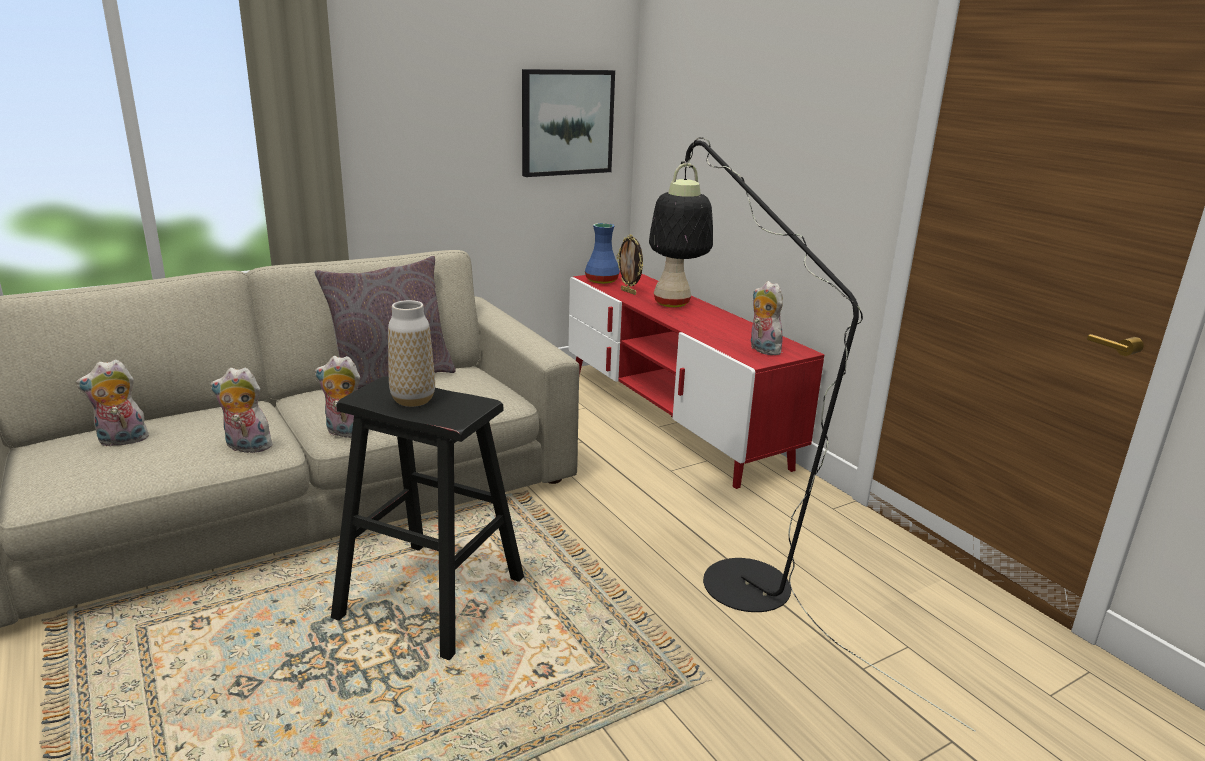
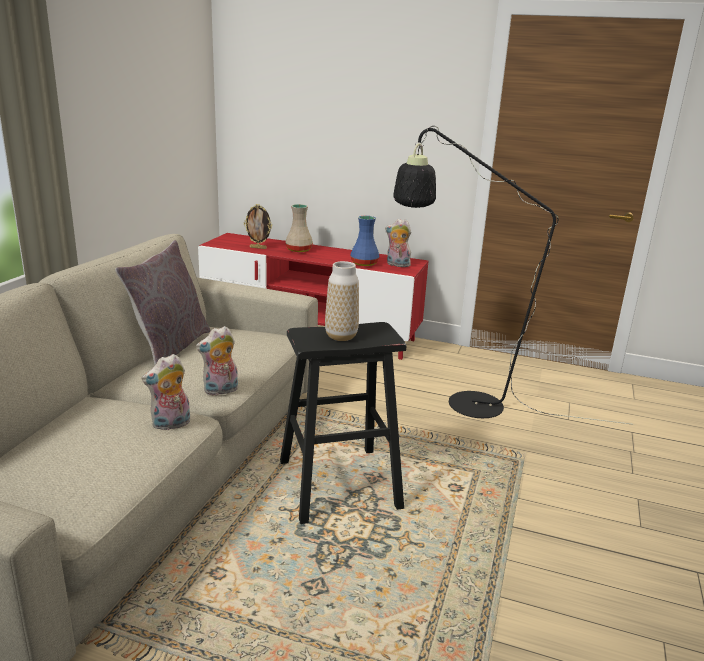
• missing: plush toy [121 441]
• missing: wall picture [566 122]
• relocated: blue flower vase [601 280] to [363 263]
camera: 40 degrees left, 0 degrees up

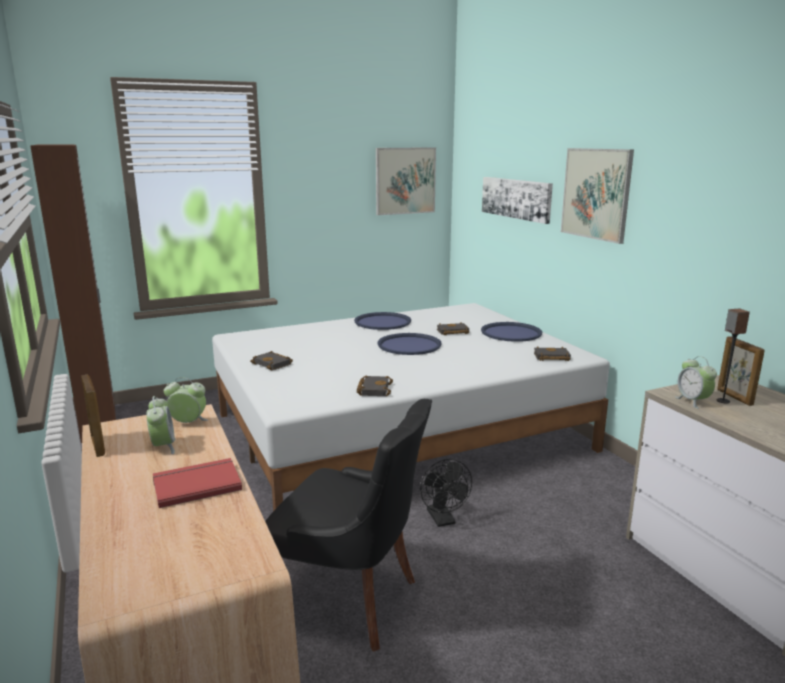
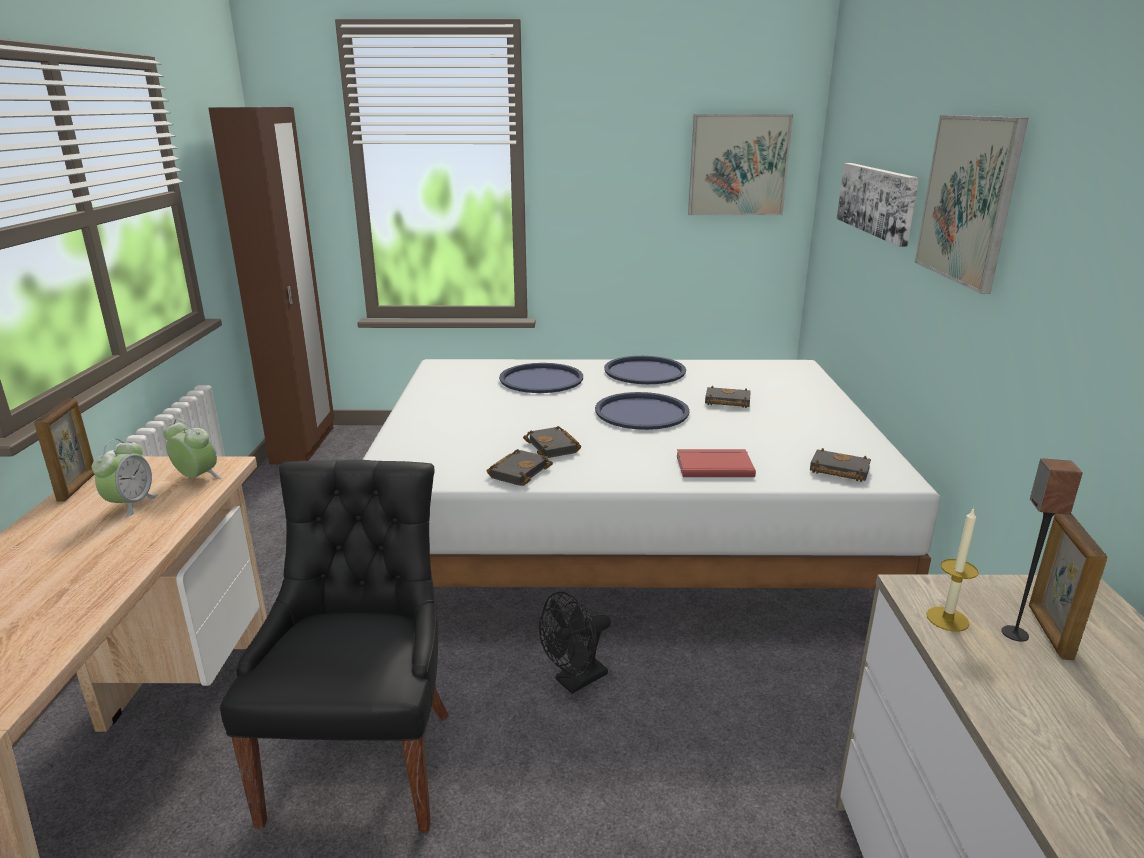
• relocated: red bound book [196 484] to [713 465]
• relocated: black bound book [273 364] to [554 447]
• spun: black chair [352 600] = [365 761] 135 degrees counterclockwise
• spun: black fan [443 520] = [575 681] 45 degrees clockwise
• relocated: blue tray [511 333] to [541 379]
• exchanged: bedside clock [693 401] to candle [947 619]
camera: 25 degrees right, 5 degrees up

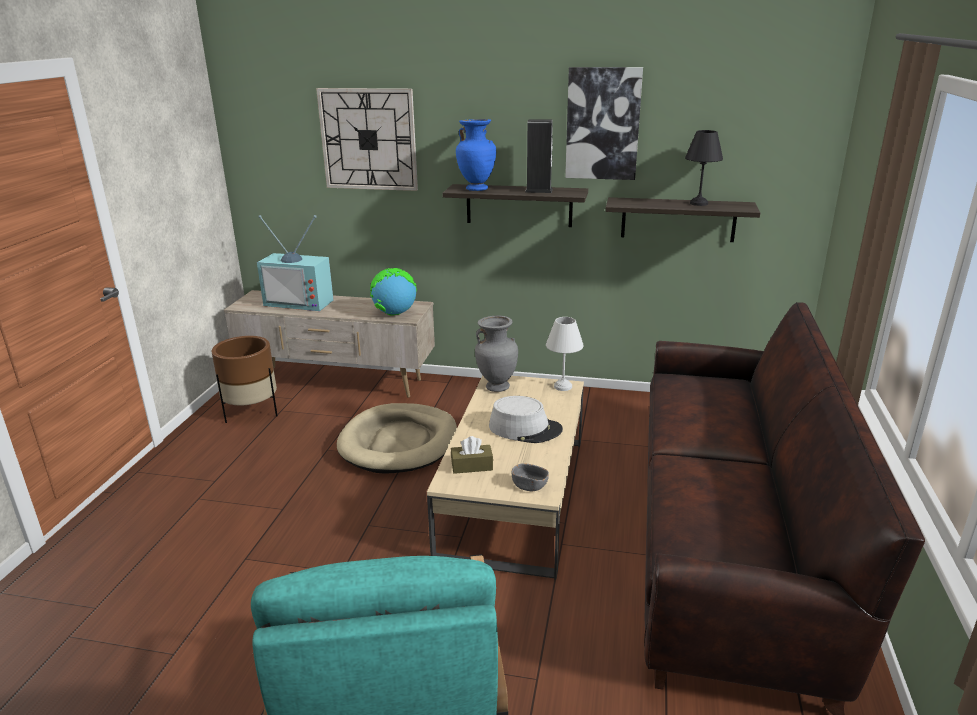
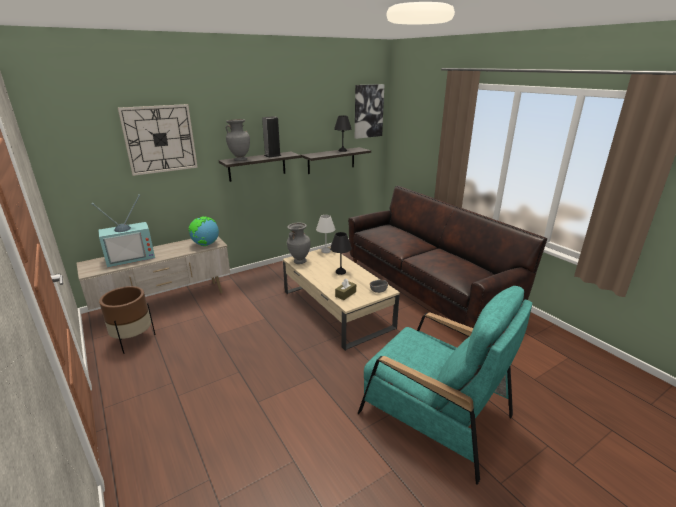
• missing: beige dog cushion [399 442]
• colour: blue flower vase [477 189] to gray flower vase [240 160]
• exchanged: gray wearable hat [525 428] to black table lamp [340 272]
• relocated: wall picture [603 124] to [368 111]
camera: 45 degrees left, 0 degrees up

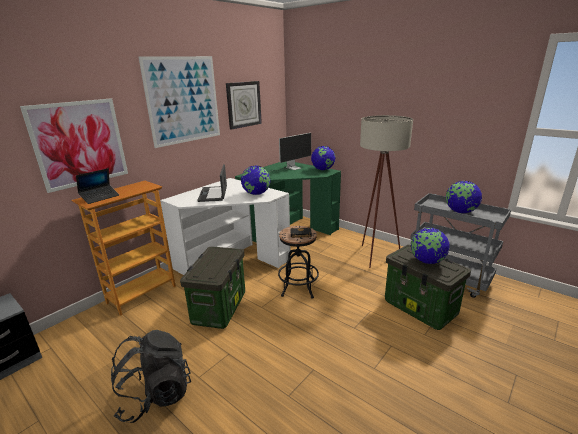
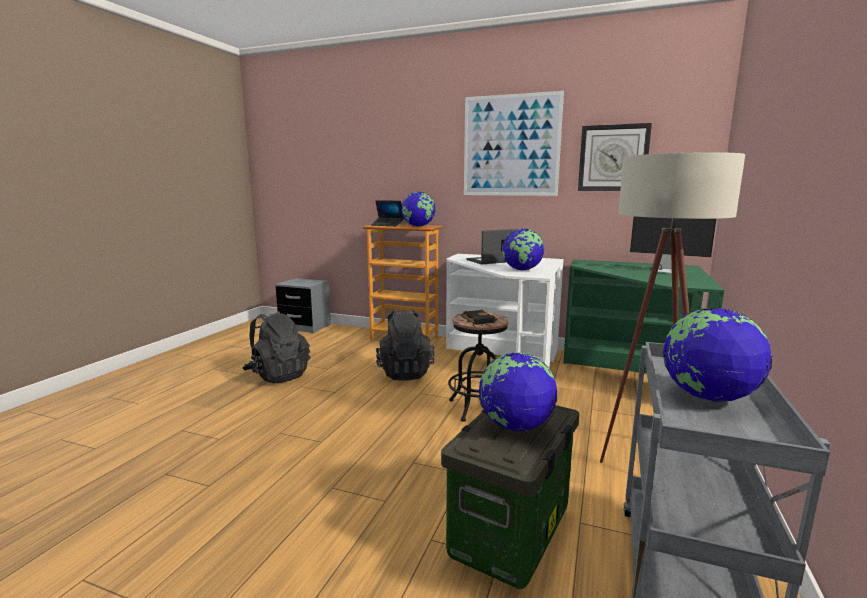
• missing: wall picture [80 143]
• exchanged: storage box [219 307] to black backpack [405 372]
• relocated: globe [323 169] to [418 226]
camera: 70 degrees right, 10 degrees down

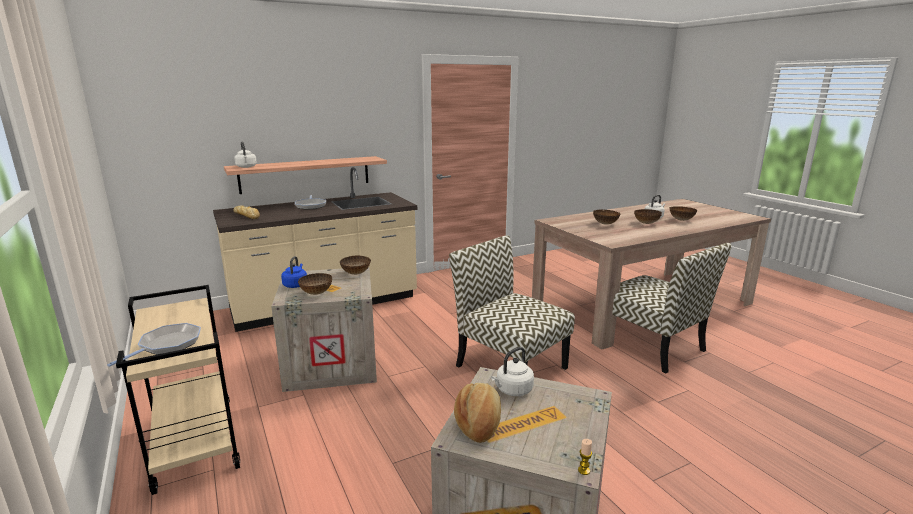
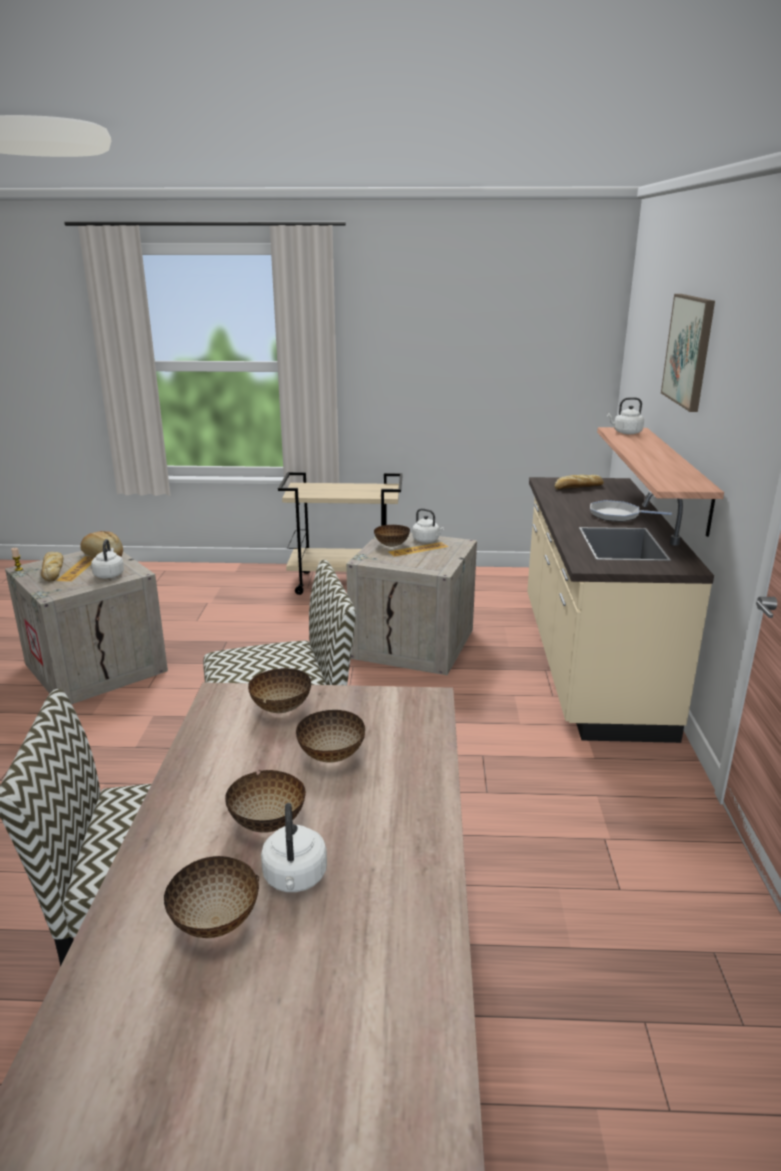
• missing: frying pan [167 345]
• colour: blue kettle [295 285] to whitish kettle [427 540]
• relocated: bowl [355 273] to [281 707]
• appeared: bread [53 570]
• appeared: wall picture [689 351]
camera: 120 degrees right, 5 degrees up

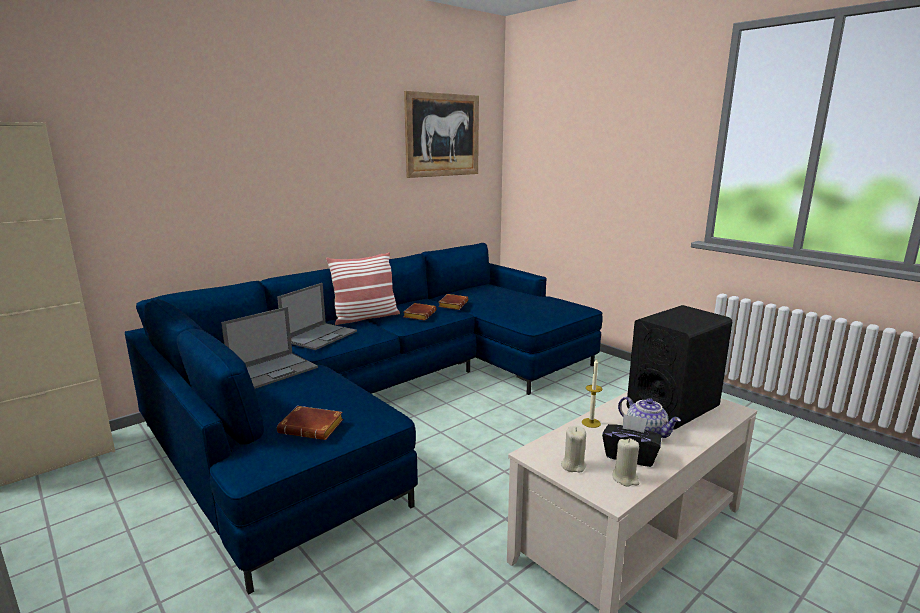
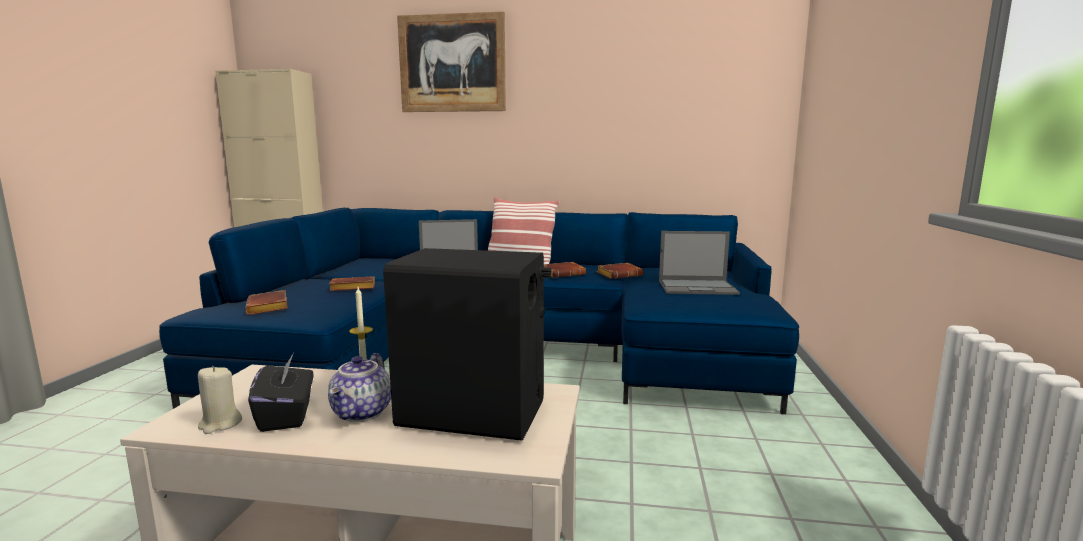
• relocated: laptop [274 370] to [698 287]
• relocated: wall picture [442 135] to [452 63]
• missing: beige candle [573 465]
• appeared: brown bound book [351 288]
camera: 50 degrees right, 5 degrees down

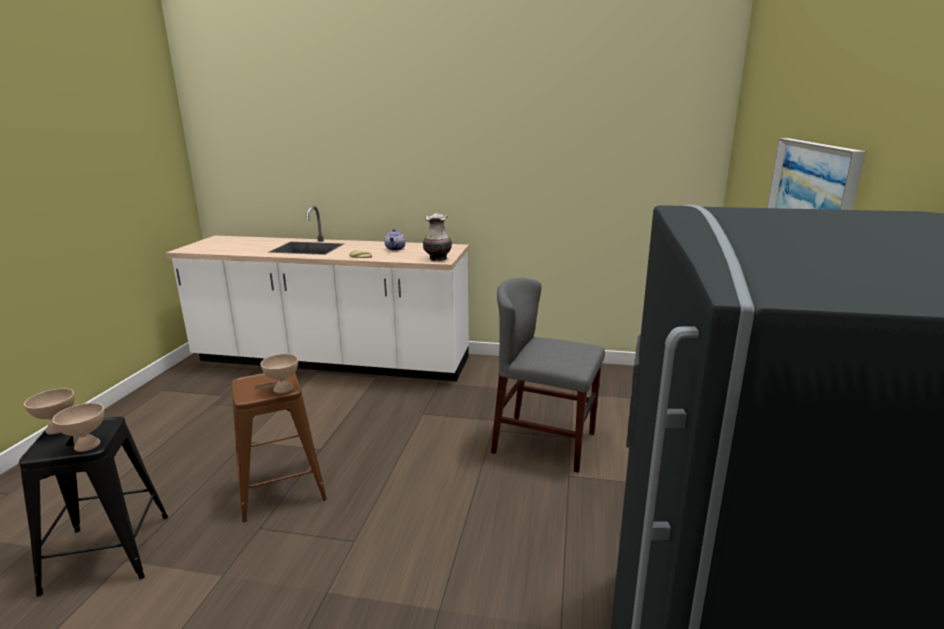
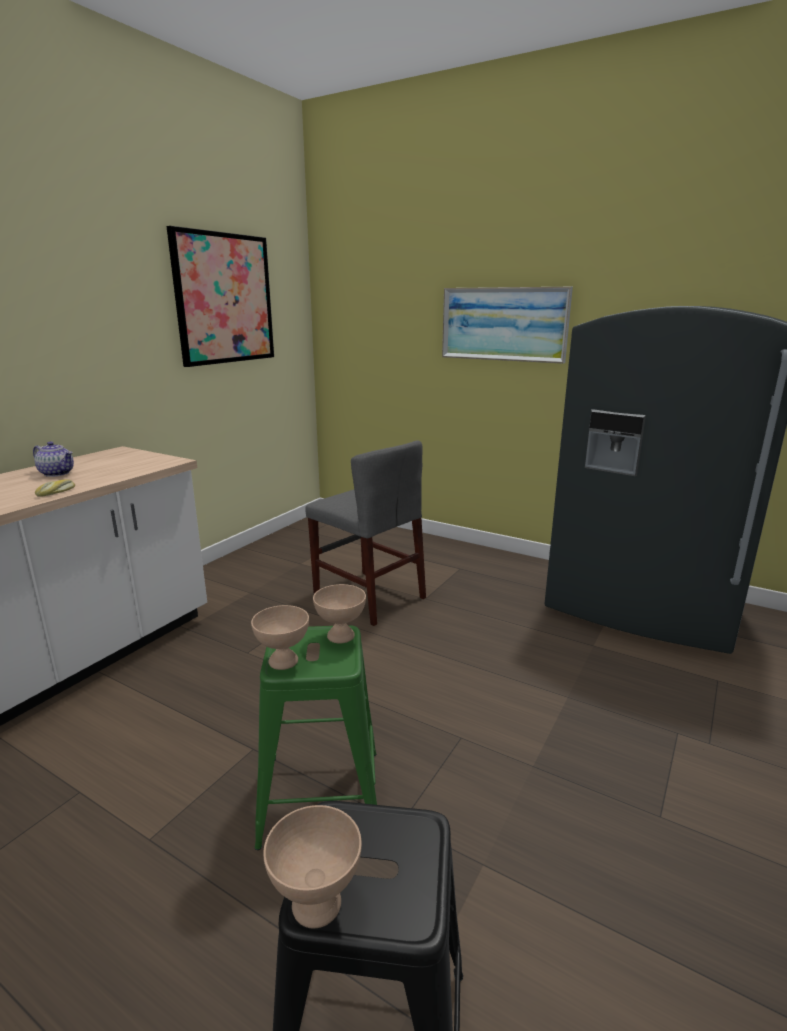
• relocated: beige bowl [87 445] to [282 661]
• colour: brown stool [280 488] to green stool [321 797]
• missing: flower vase [438 259]
• spun: gray chair [544 442] = [369 596] 90 degrees counterclockwise
• appeared: wall picture [224 299]
camera: 70 degrees left, 0 degrees up

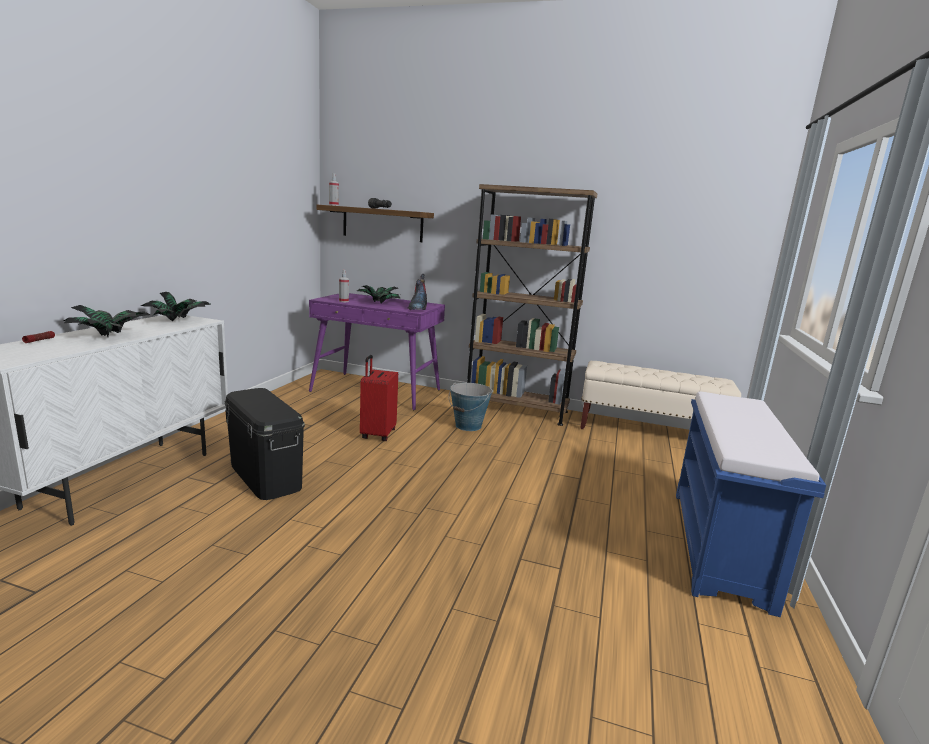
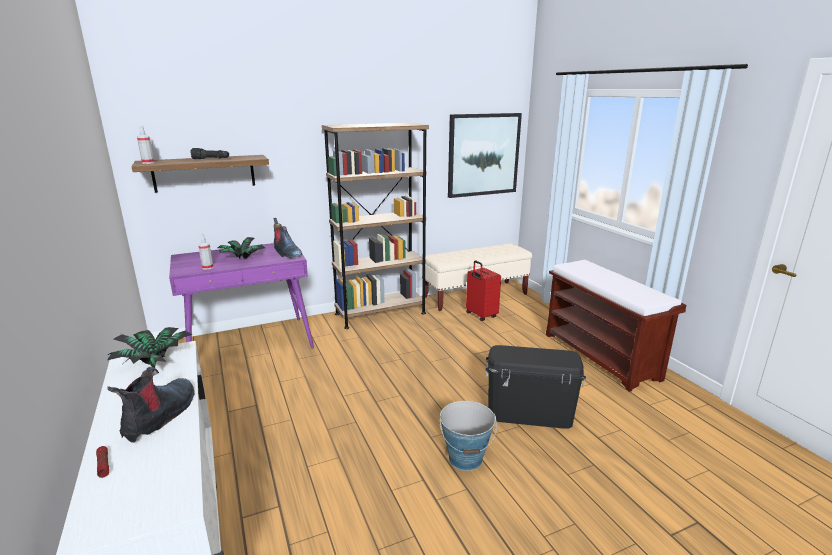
• exchanged: potted plant [111 336] to boot [161 415]
• relocated: black storage box [264 475] to [529 413]
• relocated: red piece of luggage [377 434] to [480 315]
• relocated: bucket [468 426] to [465 458]
• colour: blue bench [720 546] to brown bench [601 356]
• appeared: wall picture [483 155]
camera: 40 degrees left, 5 degrees up

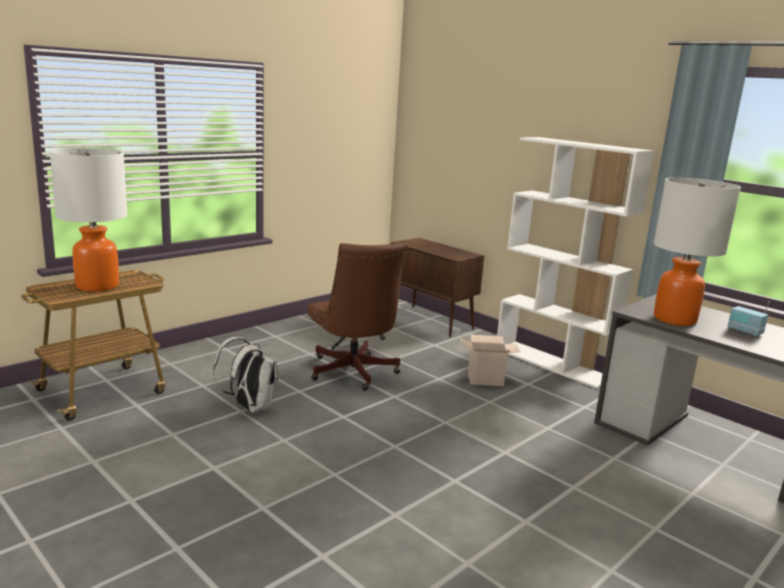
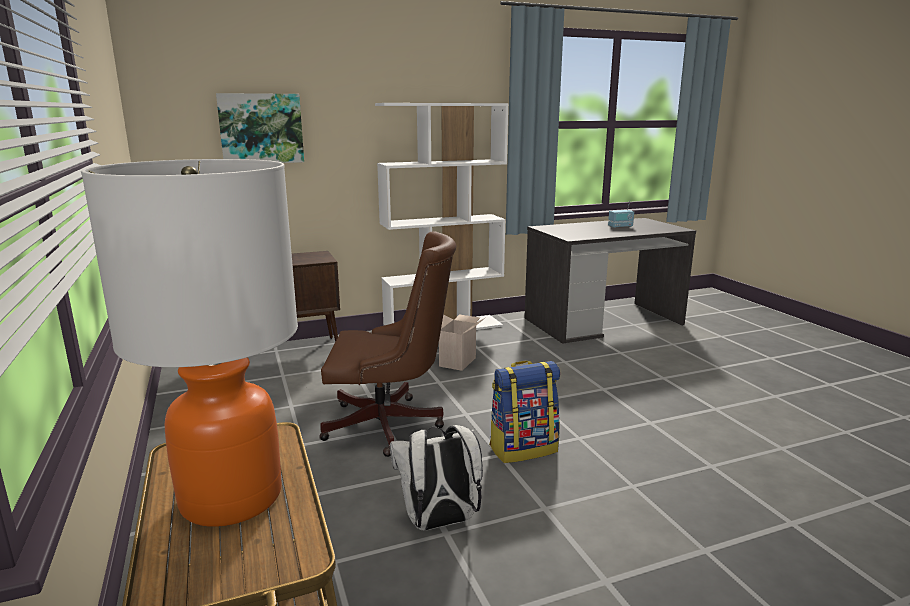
• missing: table lamp [675 319]
• appeared: wall picture [261 128]
• appeared: backpack [523 448]
camera: 65 degrees left, 0 degrees up

